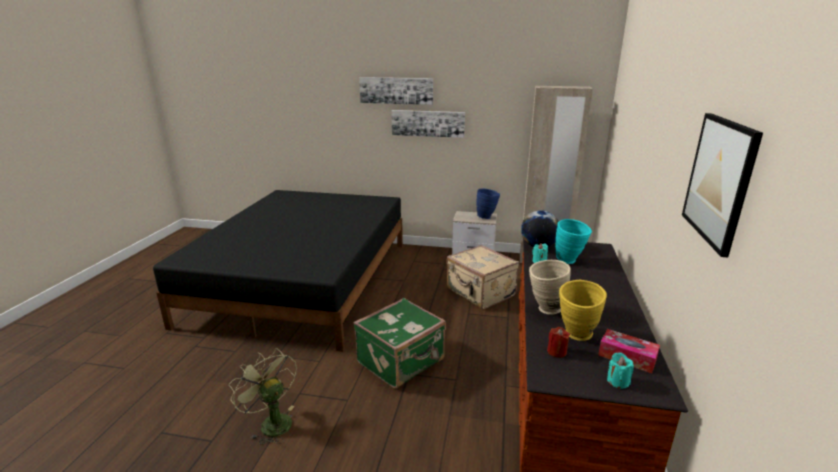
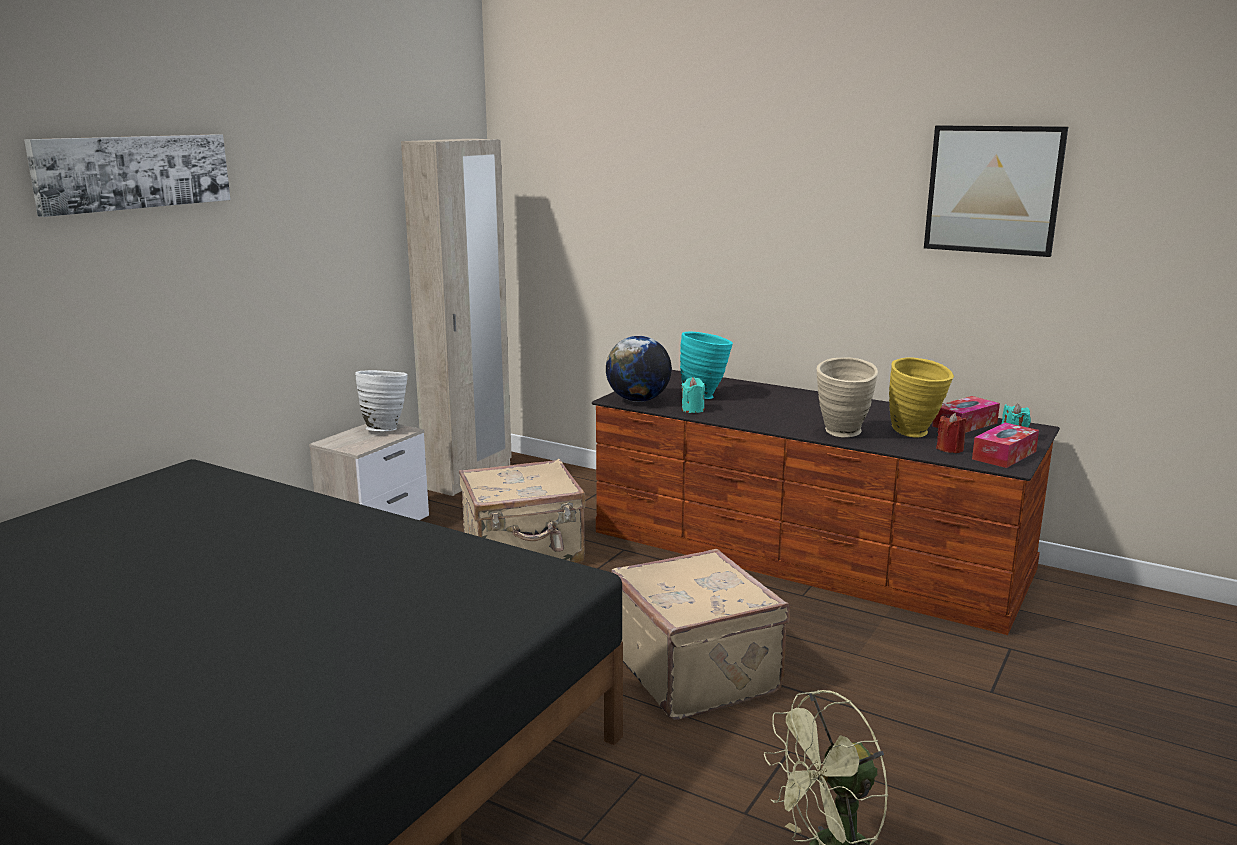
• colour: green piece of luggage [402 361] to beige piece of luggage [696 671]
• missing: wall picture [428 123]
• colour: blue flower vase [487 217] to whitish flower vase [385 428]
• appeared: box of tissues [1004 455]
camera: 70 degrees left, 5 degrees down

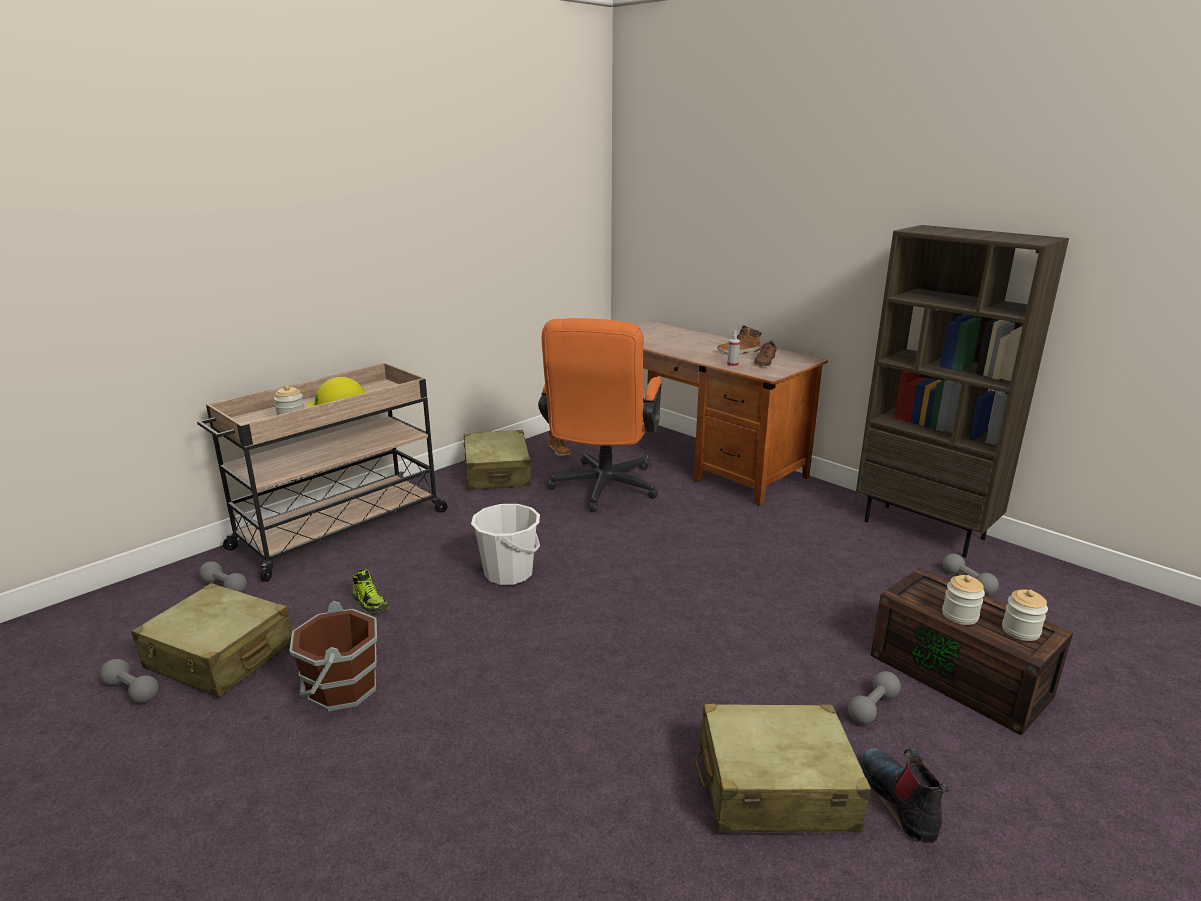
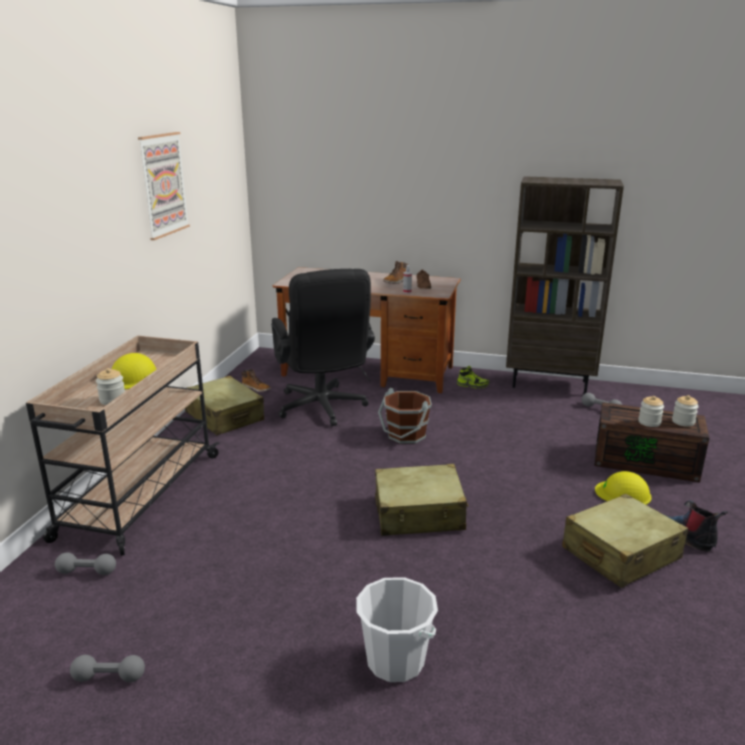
• relocated: beige piece of luggage [220 656] to [419 513]
• relocated: brown bucket [341 688] to [406 435]
• relocated: shoe [370 603] to [472 385]
• relocated: whitish bucket [509 573] to [395 661]
• colour: orange office chair [602 491] to black office chair [323 409]
• exchanged: gray free weight [872 707] to yellow-coloured safety helmet [623 493]
• appeared: wall picture [163 185]
camera: 30 degrees left, 0 degrees up

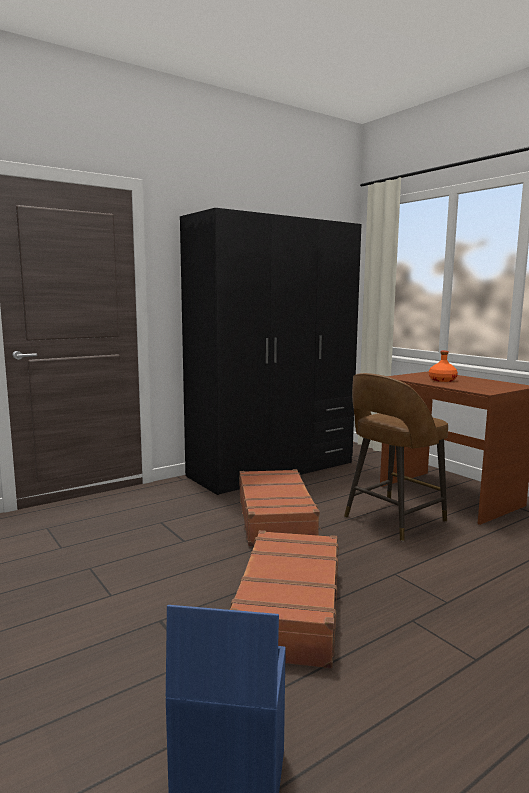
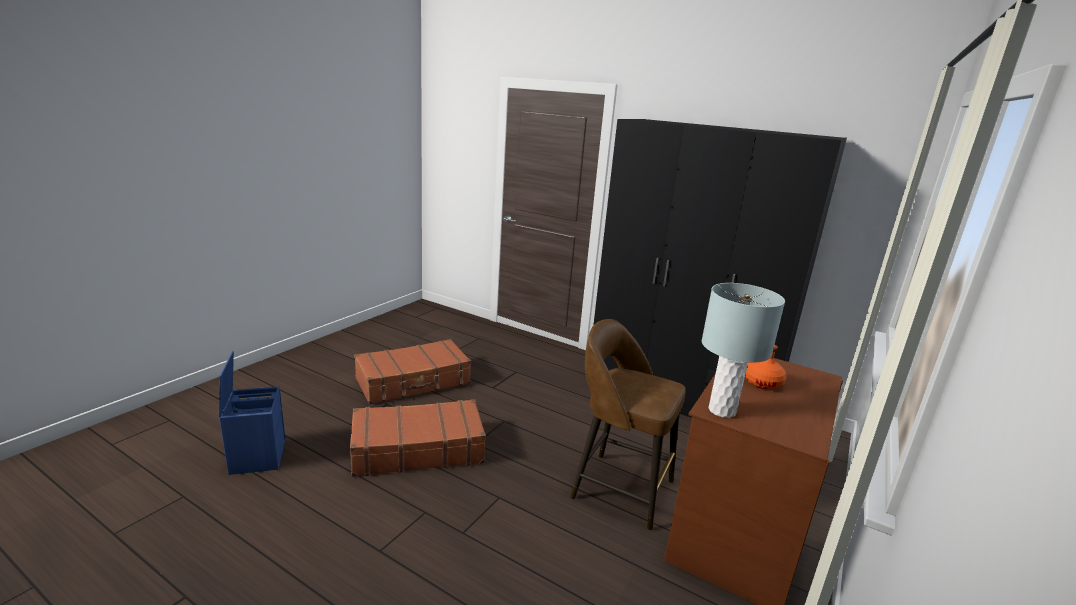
• relocated: brown piece of luggage [276 518] to [413 382]
• appeared: gray table lamp [722 410]
camera: 65 degrees right, 10 degrees up

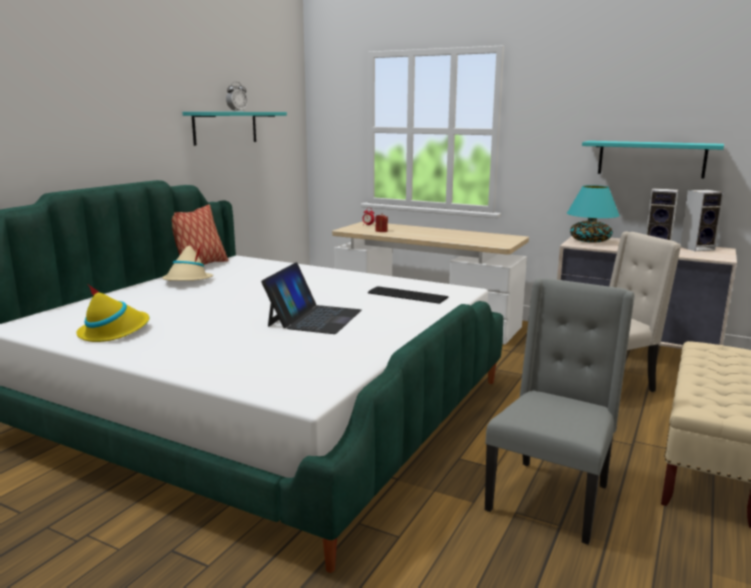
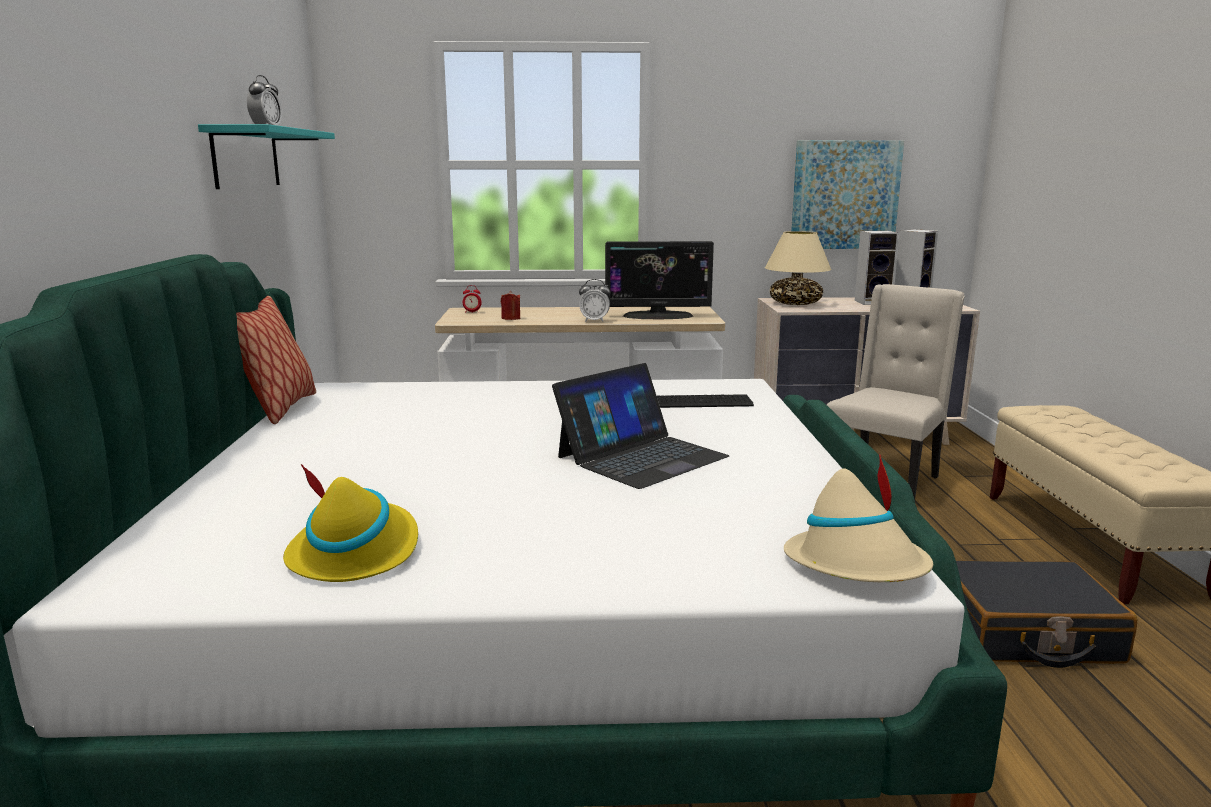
• relocated: beige wearable hat [187 281] to [857 565]
• spun: laptop [314 318] = [641 456] 60 degrees clockwise
• exchanged: gray chair [550 497] to black piece of luggage [1026 633]
• colour: blue-green table lamp [590 241] to beige table lamp [795 303]
• exchanged: blue-green wall shelf [651 159] to wall picture [845 195]
• appeared: bedside clock [594 321]
• appeared: computer display [658 316]
camera: 30 degrees left, 0 degrees up

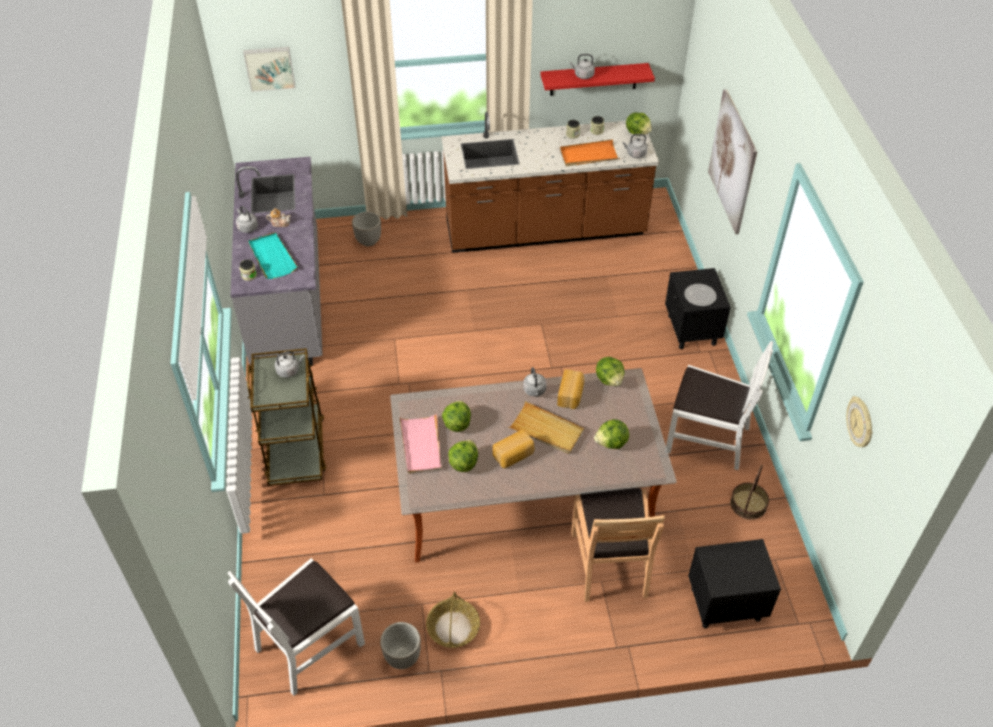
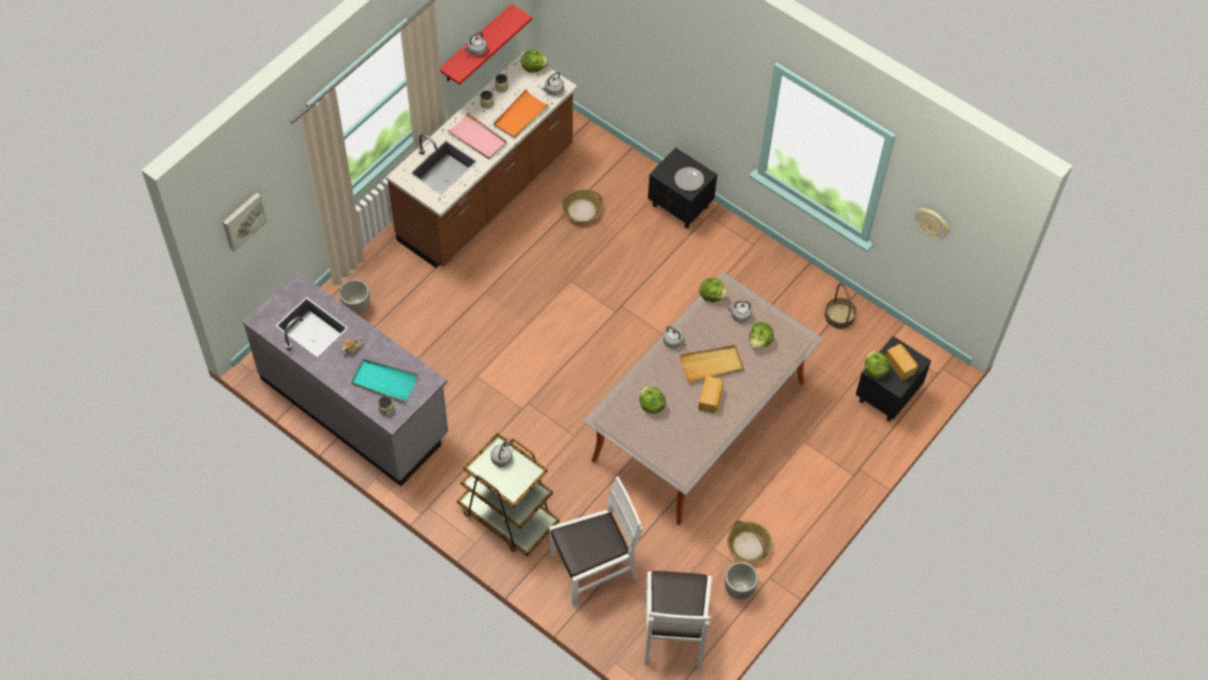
• relocated: gray kettle [247 227] to [739 315]
• relocated: pinkish tray [421 445] to [477 138]
• relocated: lettuce head [463 463] to [874 370]
• relocated: bread [571 395] to [901 365]
• missing: brown chair [610 563]
• relocated: whitish chair [707 438] to [593 567]
• missing: wall picture [732 162]
• appeared: household basket [582 210]
camera: 45 degrees left, 10 degrees up

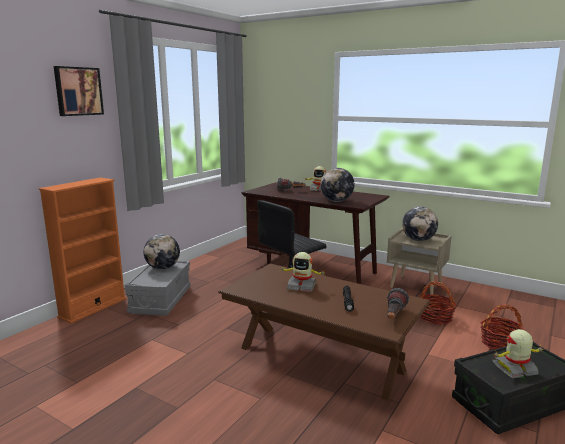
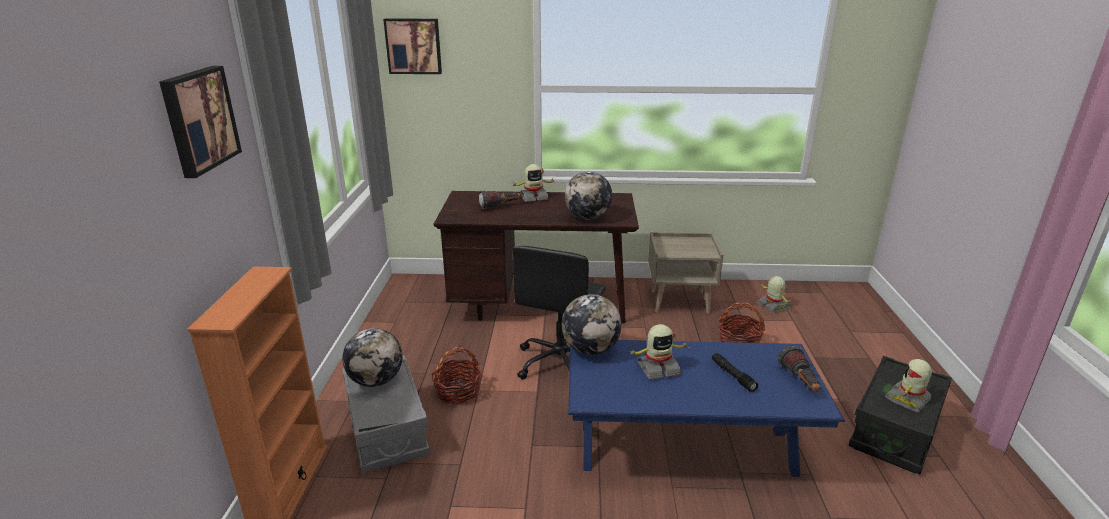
• colour: brown lounge table [320 359] to blue lounge table [686 448]
• relocated: globe [418 240] to [590 349]
• relocated: household basket [500 343] to [458 392]
• appeared: wall picture [414 46]
• appeared: toy robot [773 306]
camera: 30 degrees left, 10 degrees up

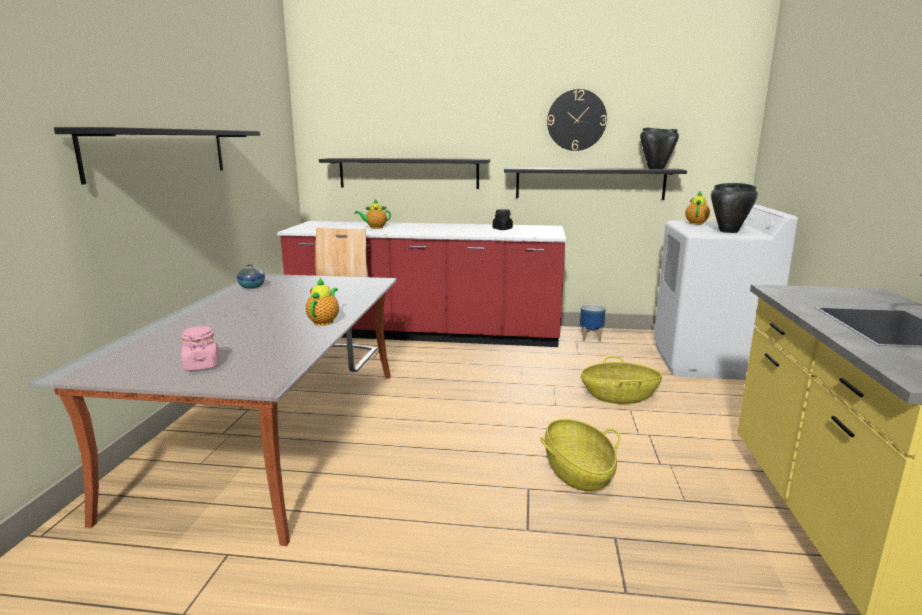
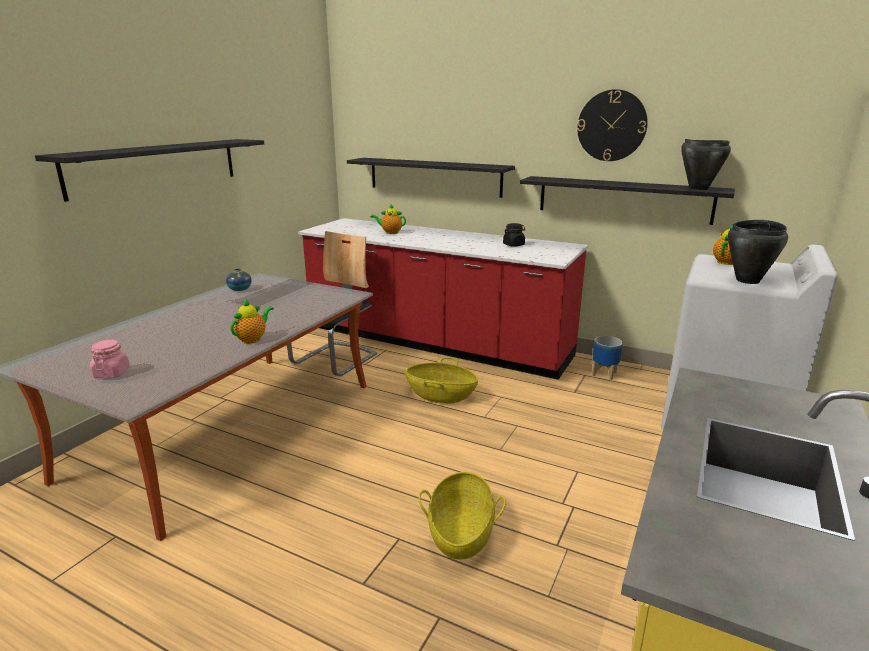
• relocated: household basket [619 396] to [441 395]
camera: 20 degrees right, 5 degrees up

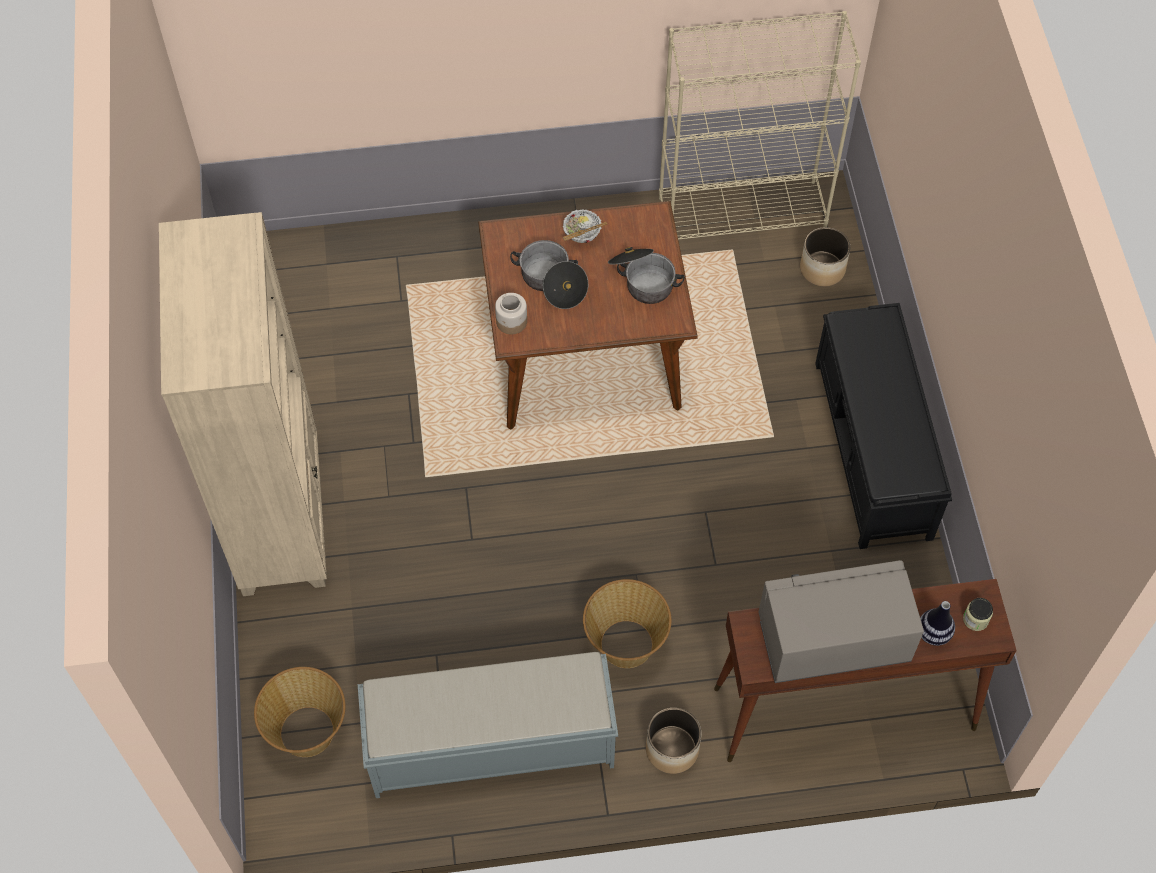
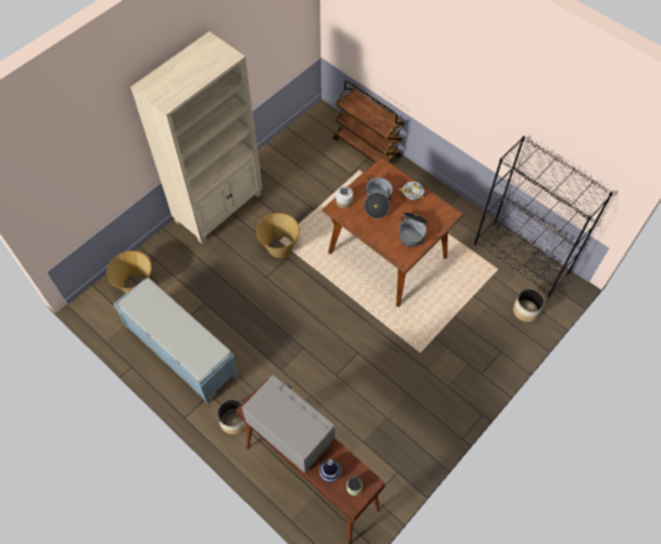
• relocated: household basket [625 644] to [279 246]
• colour: beige bookshelf [743 212] to black bookshelf [521 259]
• missing: black bench [873 450]
• appeared: brown cart [367 148]
camera: 50 degrees right, 0 degrees up

